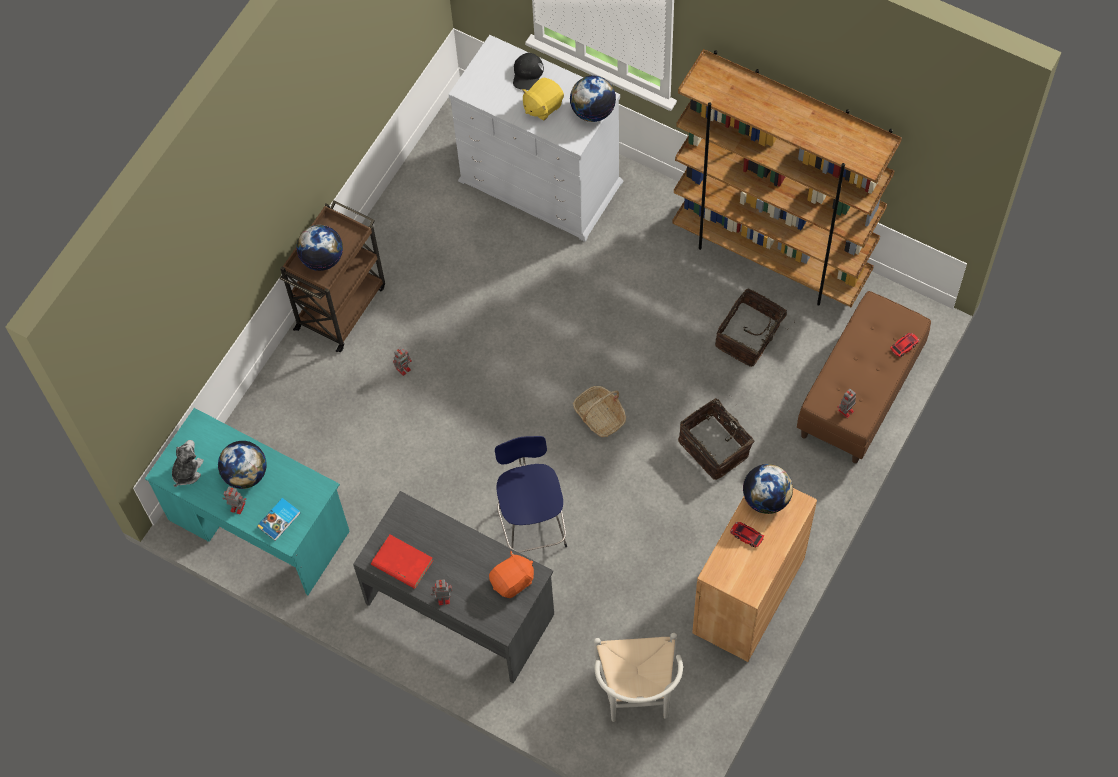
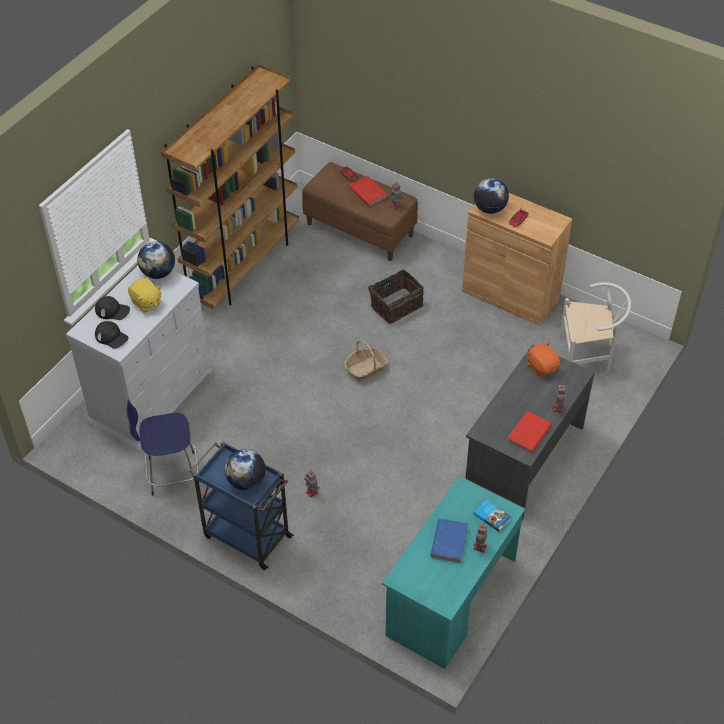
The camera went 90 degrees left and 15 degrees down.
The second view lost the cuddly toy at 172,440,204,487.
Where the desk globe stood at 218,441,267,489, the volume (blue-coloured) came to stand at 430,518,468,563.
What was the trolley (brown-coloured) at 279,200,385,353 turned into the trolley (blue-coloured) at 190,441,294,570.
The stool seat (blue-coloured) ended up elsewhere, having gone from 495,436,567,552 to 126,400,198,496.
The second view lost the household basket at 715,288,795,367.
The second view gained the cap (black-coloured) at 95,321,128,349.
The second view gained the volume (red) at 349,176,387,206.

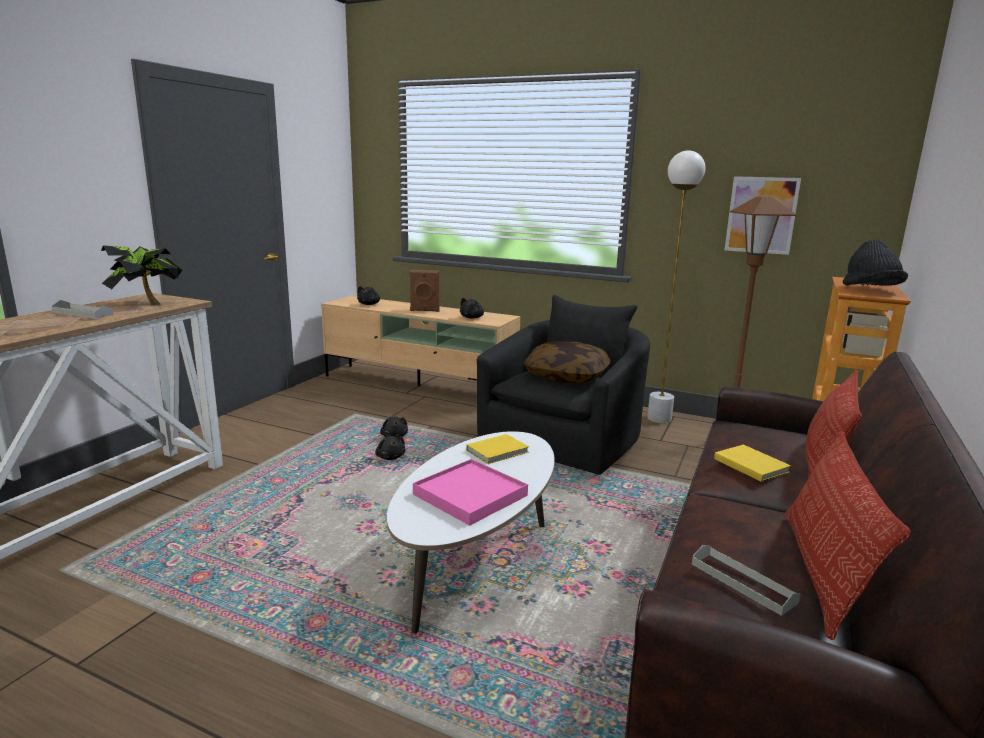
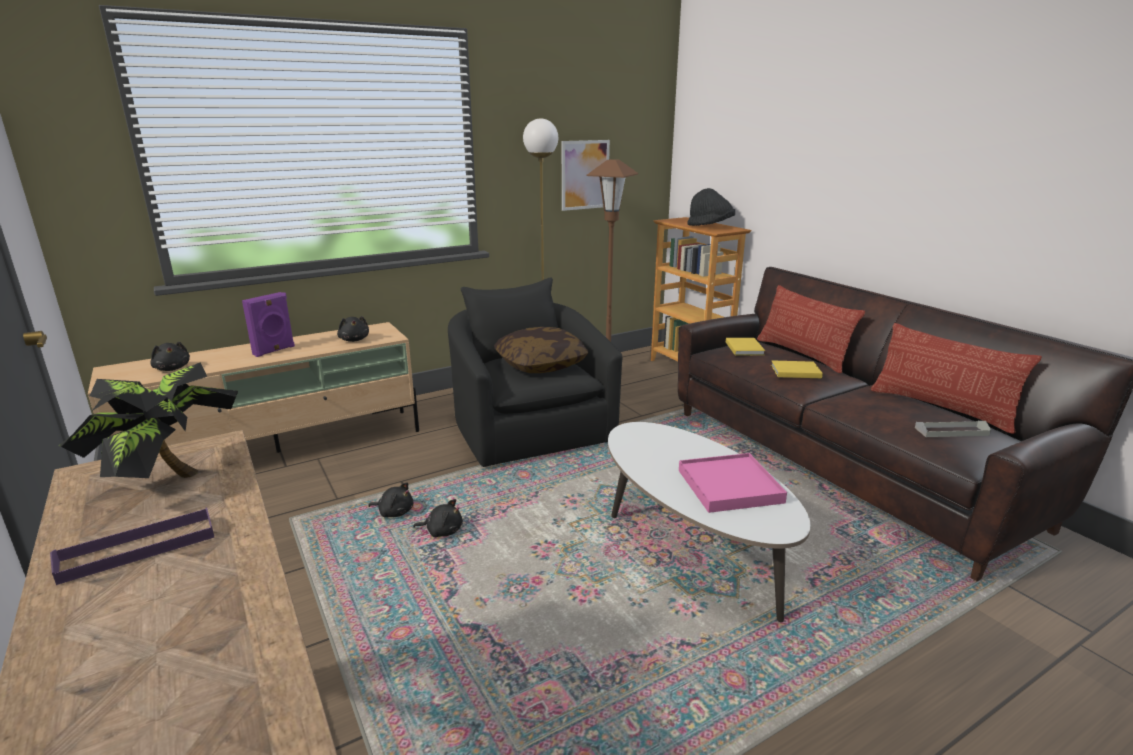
The camera went 55 degrees left and 5 degrees up.
What was the tray (grey) at 52,300,113,318 turned into the tray (purplish) at 50,507,214,585.
What was the loudspeaker (brown-coloured) at 409,270,440,312 turned into the loudspeaker (purplish) at 242,292,295,357.
The volume (yellowish) ended up elsewhere, having gone from 466,434,529,464 to 726,338,765,355.

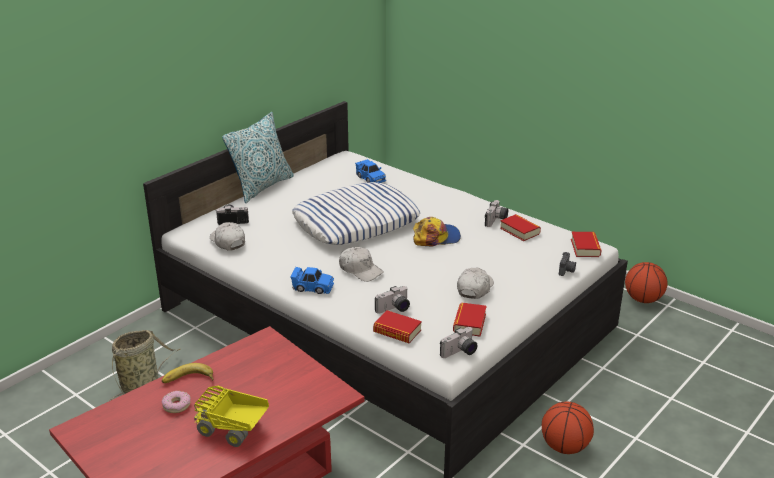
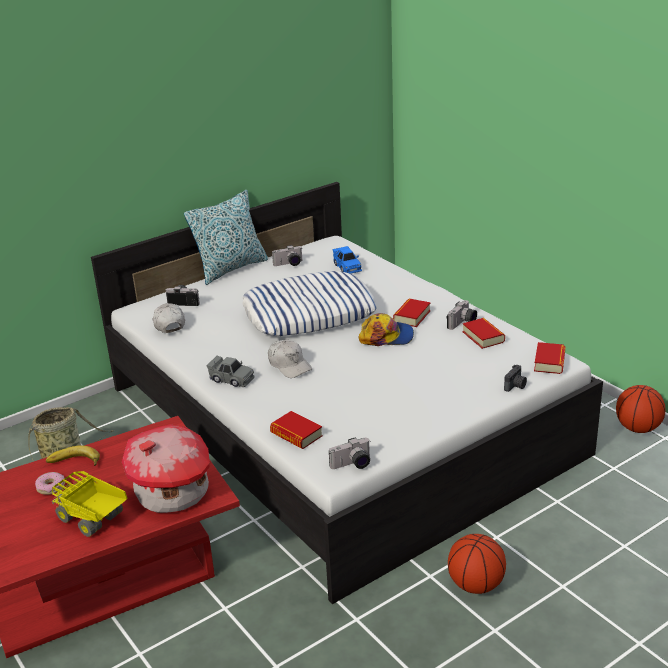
The camera went 15 degrees right and 0 degrees up.
What was the model car (blue-coloured) at 290,267,334,294 turned into the model car (grey) at 207,356,255,387.
The photo camera ended up elsewhere, having gone from 375,286,410,314 to 272,245,303,266.
The volume ended up elsewhere, having gone from 453,303,487,337 to 393,298,431,327.
The second view lost the cap (white) at 457,268,494,299.
The second view gained the miniature house at 122,424,210,513.

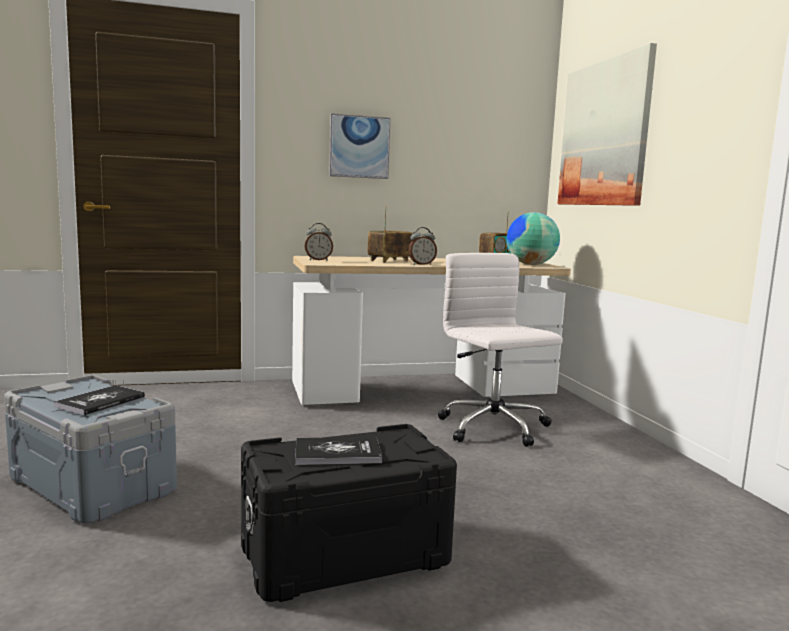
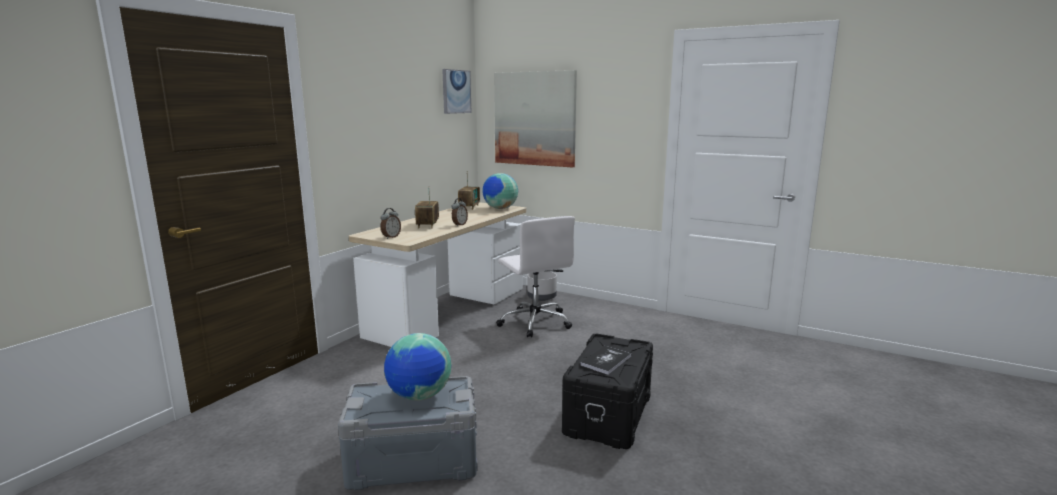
The camera went 45 degrees left and 5 degrees up.
Where the volume stood at 54,385,145,415, the desk globe came to stand at 384,333,451,401.
The wall art ended up elsewhere, having gone from 329,113,390,179 to 442,69,471,114.
The office chair (white) at 438,253,563,447 ended up facing another way, 135 degrees counterclockwise from before.
The second view gained the plant pot (grey) at 527,271,557,301.

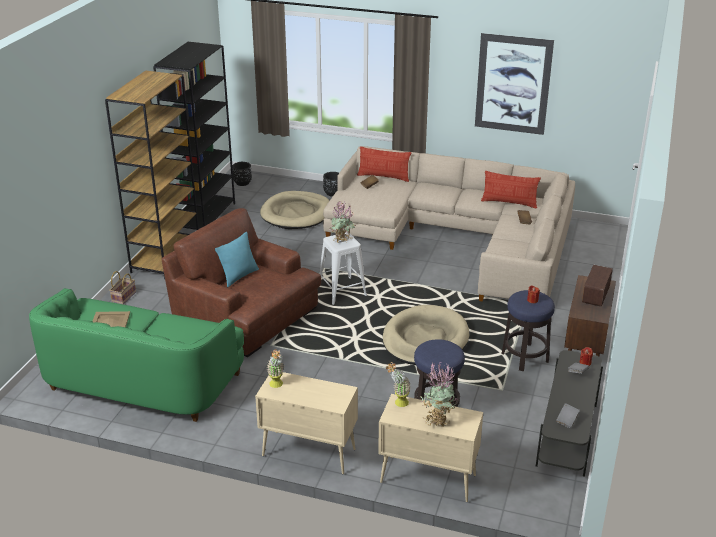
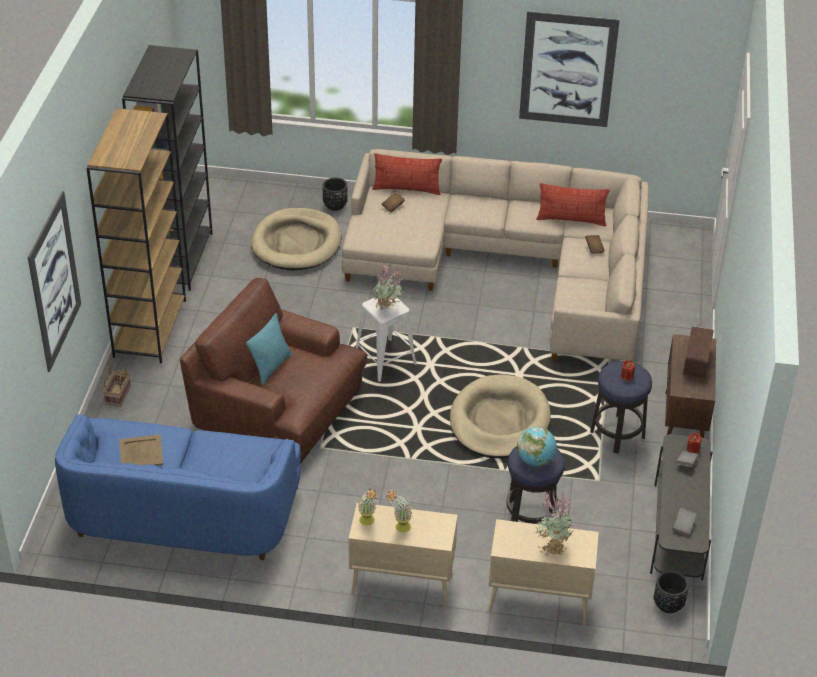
The camera went 10 degrees left and 10 degrees up.
What was the sofa (green-coloured) at 29,288,244,422 turned into the sofa (blue-coloured) at 55,414,301,560.
The plant pot (black-coloured) ended up elsewhere, having gone from 232,162,252,186 to 654,571,689,613.
The houseplant ended up elsewhere, having gone from 386,362,410,407 to 386,490,412,533.
The second view gained the wall art at 28,191,81,372.
The second view gained the desk globe at 517,427,557,467.

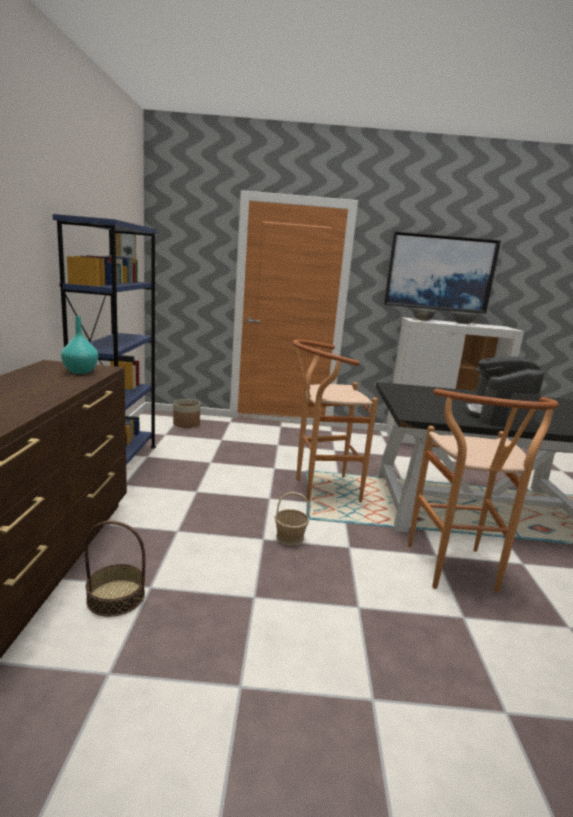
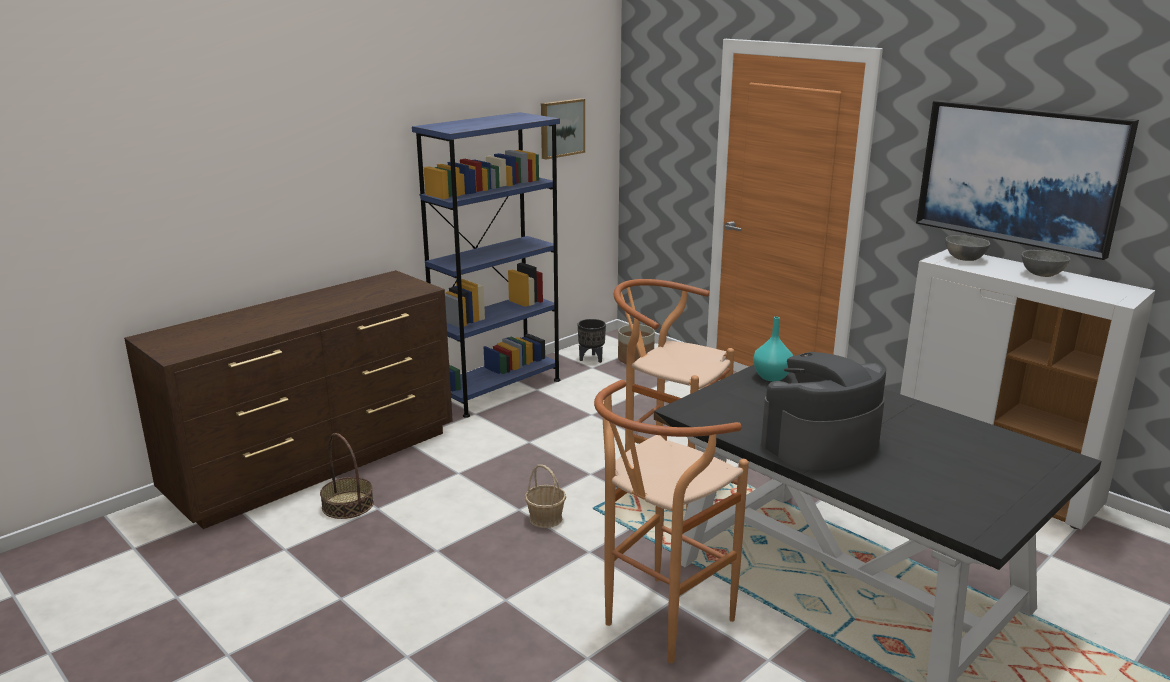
The camera went 45 degrees right and 5 degrees up.
The vase (blue-green) ended up elsewhere, having gone from 61,316,98,374 to 753,317,793,381.
The second view gained the plant pot (black-coloured) at 578,319,606,363.

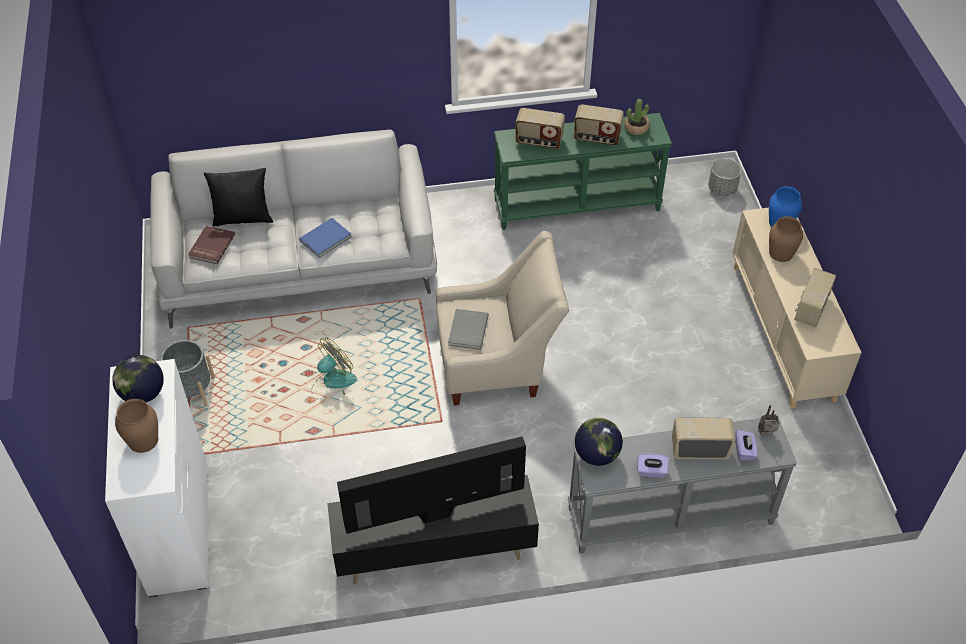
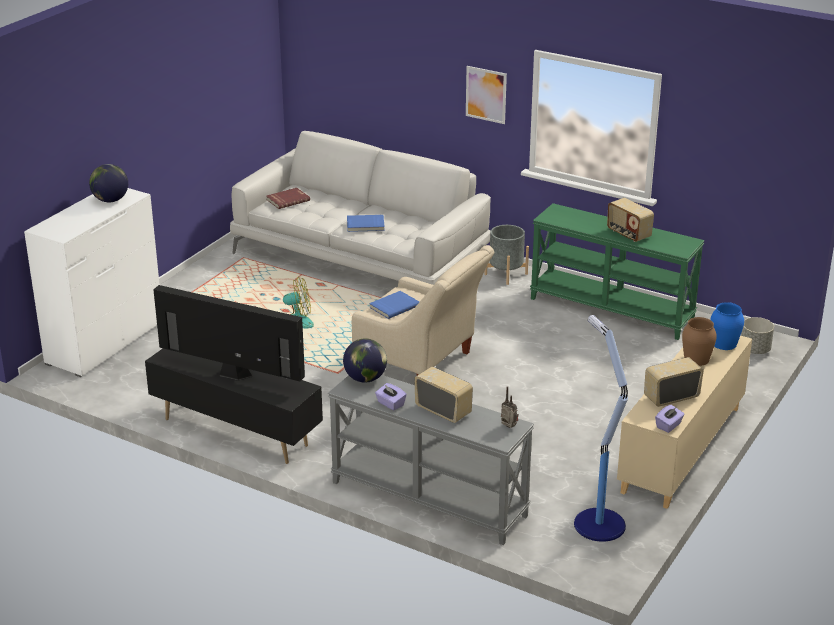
The camera went 40 degrees right and 20 degrees down.
The second view lost the vase (brown-coloured) at 115,399,158,453.
The plant pot (grey) ended up elsewhere, having gone from 161,340,215,407 to 484,225,529,285.
The second view lost the cushion (black-coloured) at 204,168,273,226.
What was the volume (grey) at 448,309,489,350 turned into the volume (blue-coloured) at 369,291,419,319.
The second view lost the radio set at 515,108,565,149.
The second view lost the houseplant at 624,99,650,135.
The tissue holder (purplish) ended up elsewhere, having gone from 735,430,758,461 to 655,405,685,433.
The second view gained the wall art at 466,66,507,124.
The second view gained the floor lamp at 574,315,628,542.

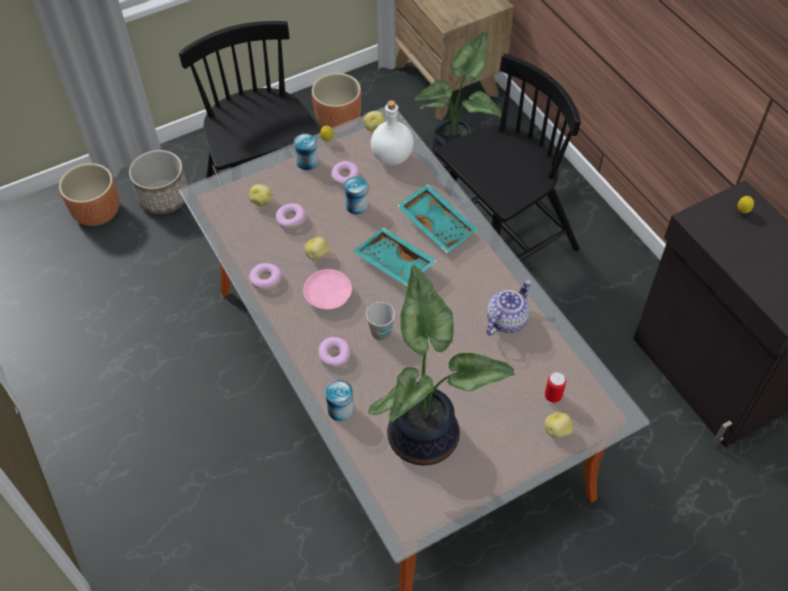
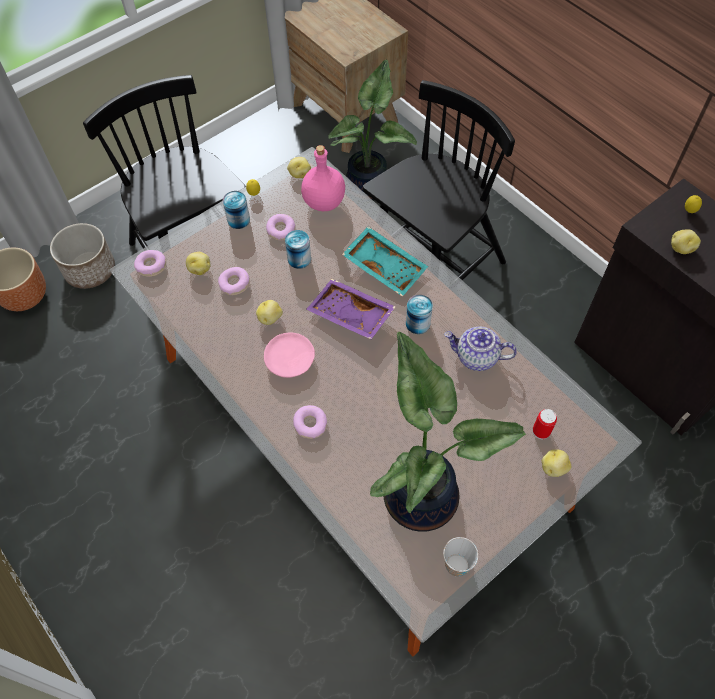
The camera went 10 degrees left and 5 degrees up.
The doughnut ended up elsewhere, having gone from 249,263,282,290 to 134,250,166,277.
The second view lost the plant pot (brown-coloured) at 312,73,361,128.
The metal can ended up elsewhere, having gone from 325,380,354,421 to 406,295,433,334.
What was the tray (blue-green) at 353,228,437,286 turned into the tray (purplish) at 306,279,396,339.
The cup ended up elsewhere, having gone from 366,302,395,341 to 443,537,478,577.
What was the bottle (white) at 371,100,414,165 turned into the bottle (pink) at 301,145,345,211.
The tea pot at 486,280,531,336 ended up facing another way, 105 degrees counterclockwise from before.
The second view gained the whole potato at 671,229,701,254.

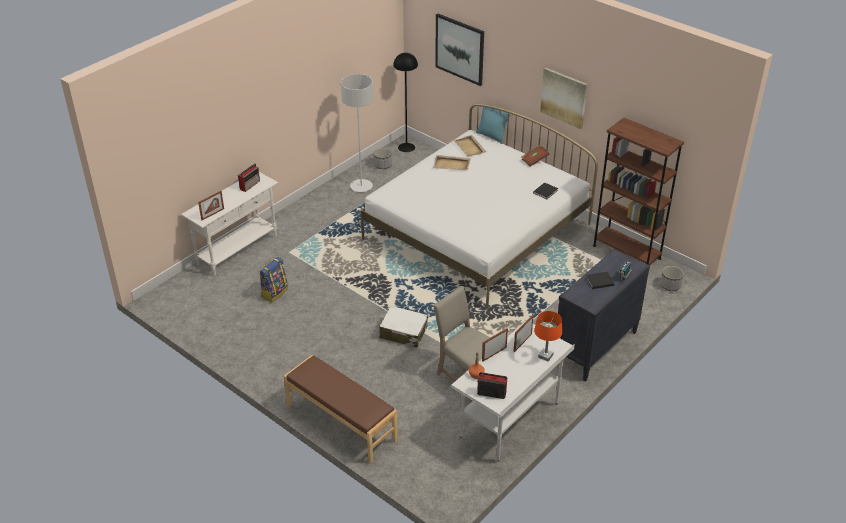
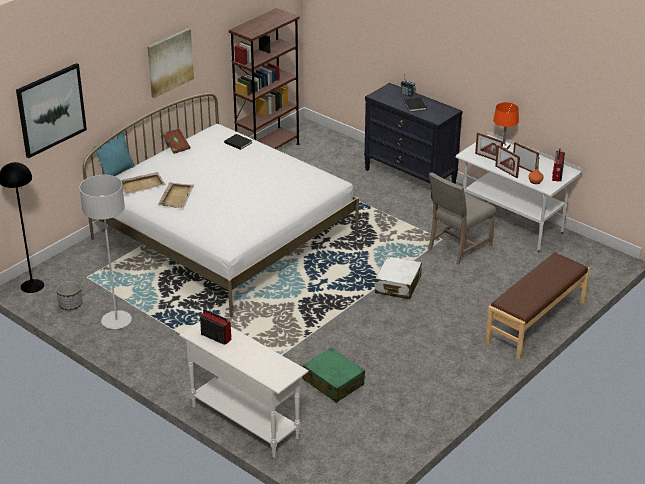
The camera went 90 degrees left and 5 degrees down.
The standing frame ended up elsewhere, having gone from 198,191,224,220 to 513,142,539,172.
Where the rucksack stood at 259,257,288,302, the piece of luggage (green-coloured) came to stand at 303,347,365,403.
The second view lost the plant pot at 660,266,684,291.

